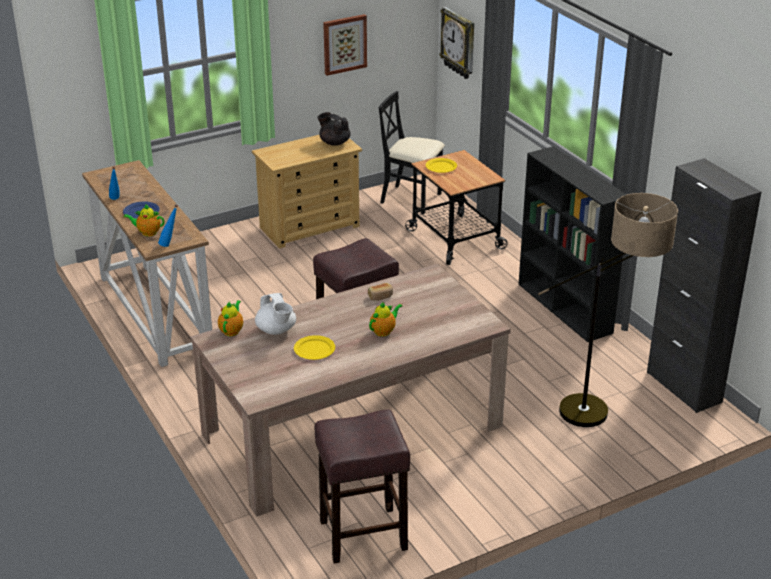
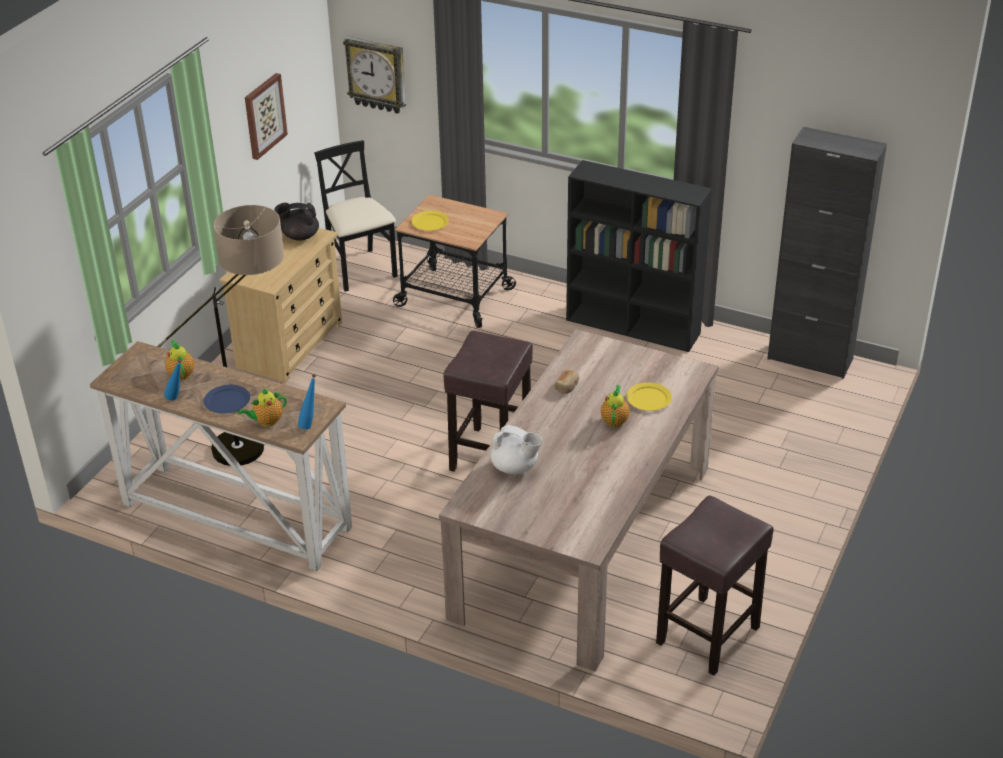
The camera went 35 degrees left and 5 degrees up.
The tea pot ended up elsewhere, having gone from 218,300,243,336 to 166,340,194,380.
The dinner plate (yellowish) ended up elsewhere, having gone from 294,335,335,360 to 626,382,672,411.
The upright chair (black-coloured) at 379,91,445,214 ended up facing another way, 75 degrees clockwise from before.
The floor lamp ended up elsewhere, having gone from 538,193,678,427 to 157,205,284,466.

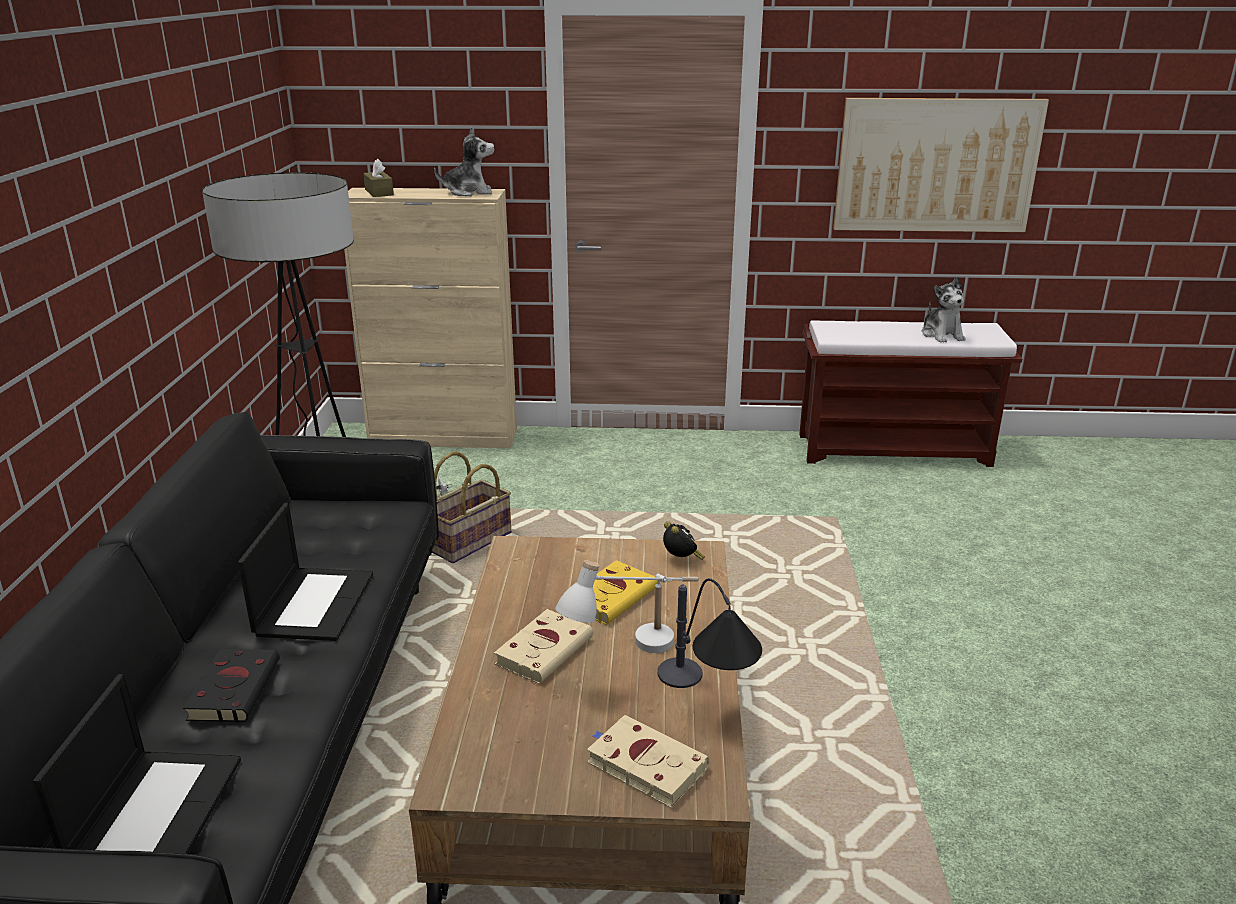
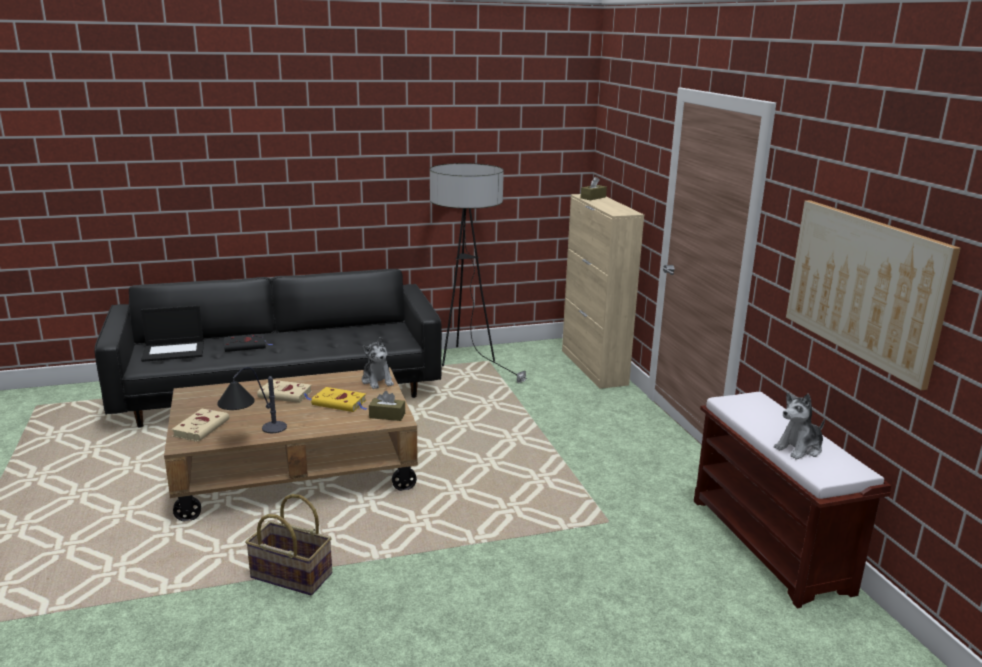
The camera went 70 degrees right and 5 degrees down.
The second view lost the portable computer at 238,503,373,641.
The household basket ended up elsewhere, having gone from 432,452,511,563 to 245,494,332,596.
The cuddly toy ended up elsewhere, having gone from 434,126,495,196 to 362,337,394,389.
The second view lost the lamp for a table (white) at 555,560,699,653.
Where the alarm clock stood at 663,521,705,560, the tissue holder (brown-coloured) came to stand at 369,391,405,421.

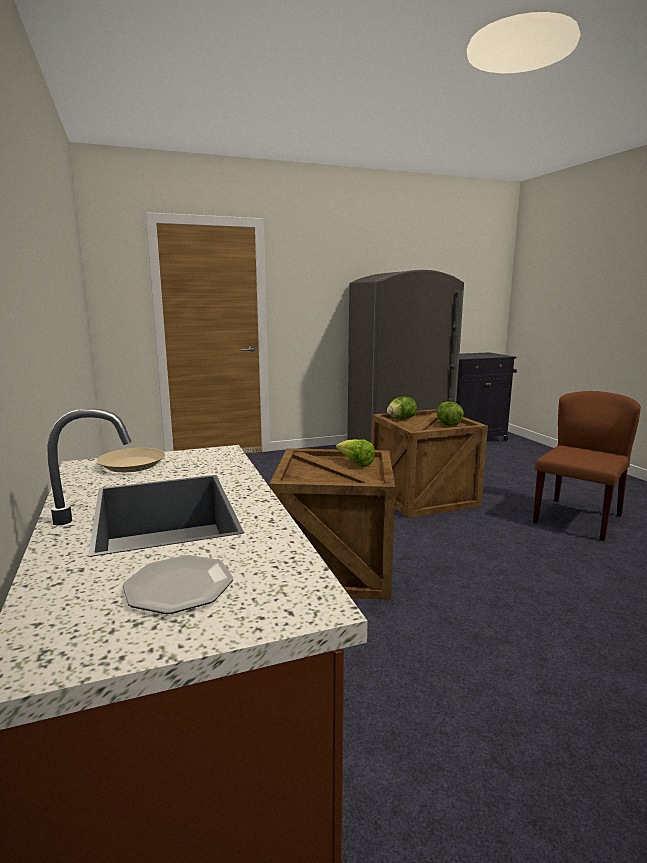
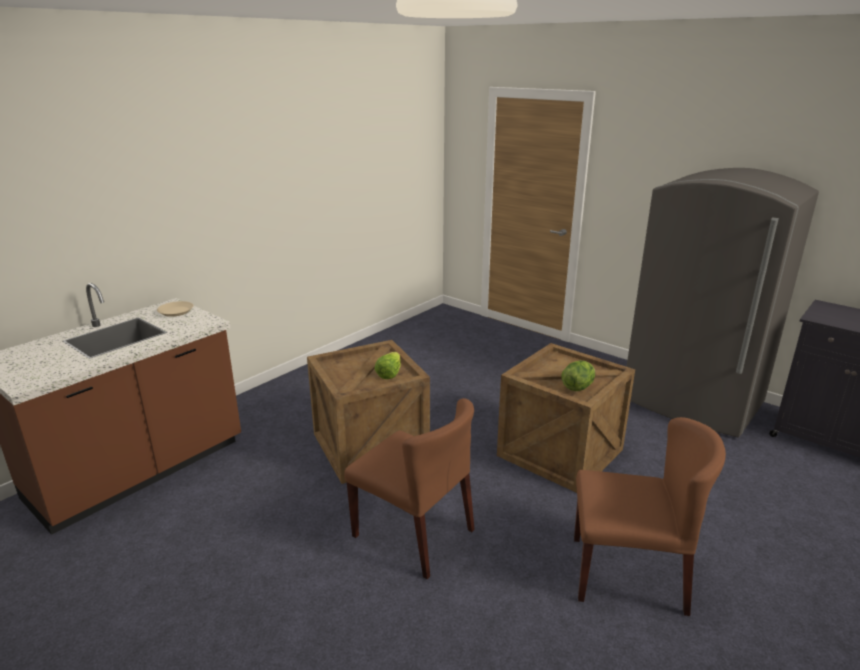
The camera went 60 degrees right and 10 degrees up.
The second view lost the dinner plate at 123,555,233,614.
The second view lost the lettuce head at 387,397,417,420.
The second view gained the upright chair (brown-coloured) at 344,398,475,579.

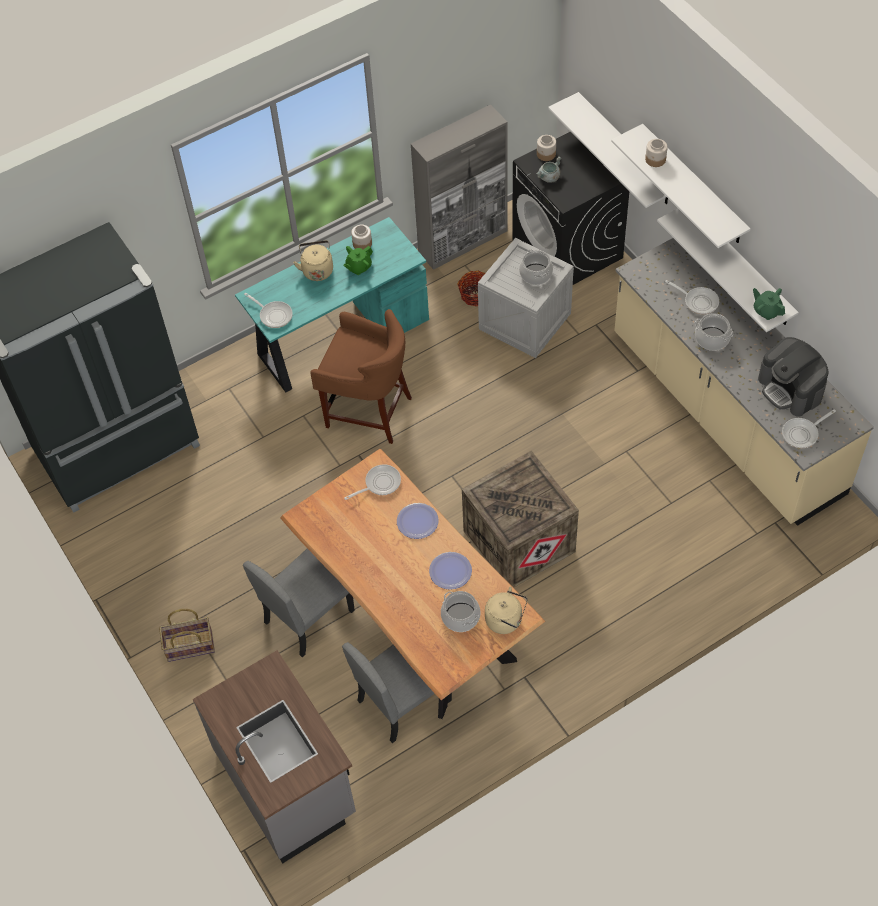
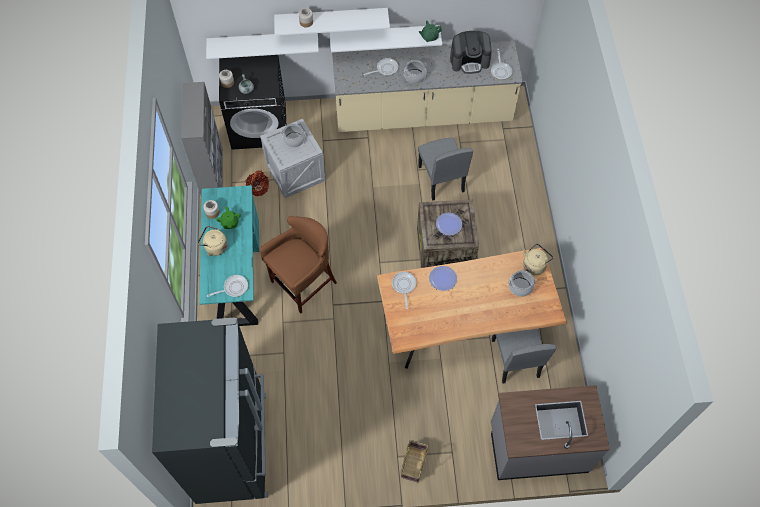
The camera went 65 degrees left and 5 degrees up.
The upright chair (grey) ended up elsewhere, having gone from 243,548,355,657 to 418,138,473,201.
The dinner plate ended up elsewhere, having gone from 429,552,472,590 to 436,213,462,236.

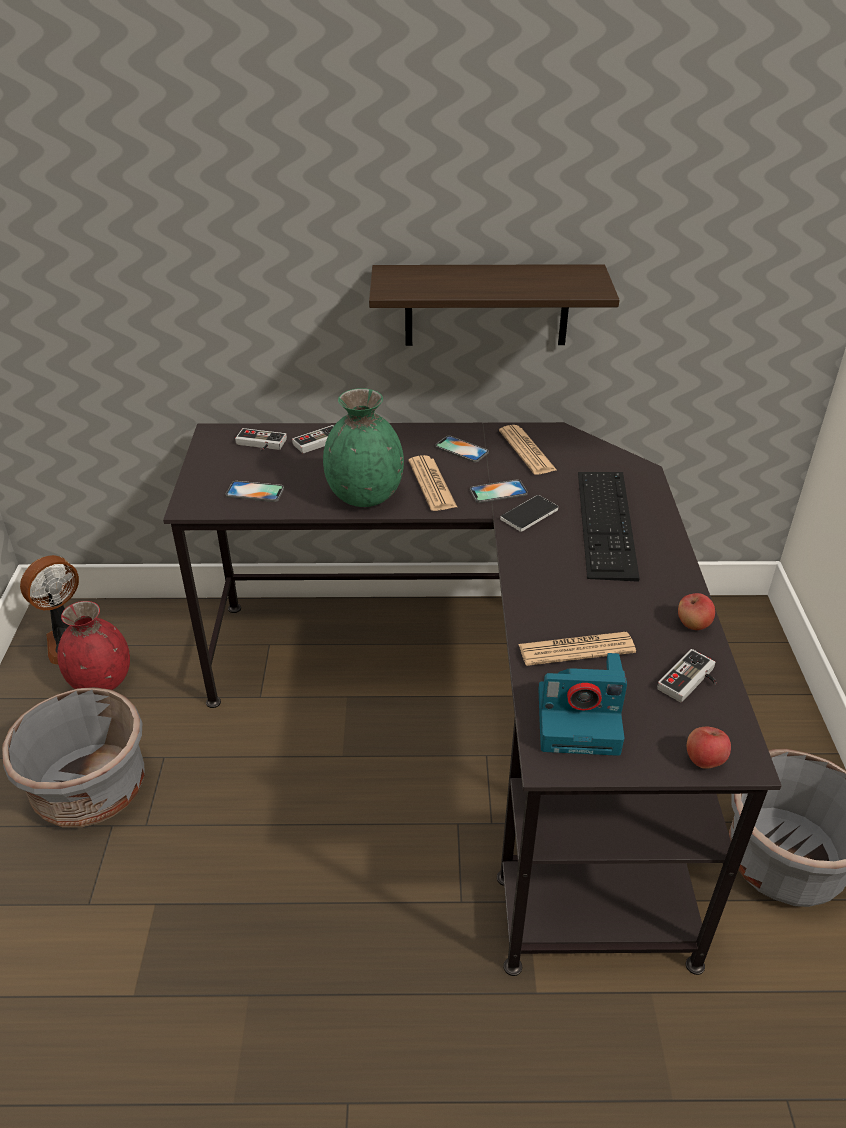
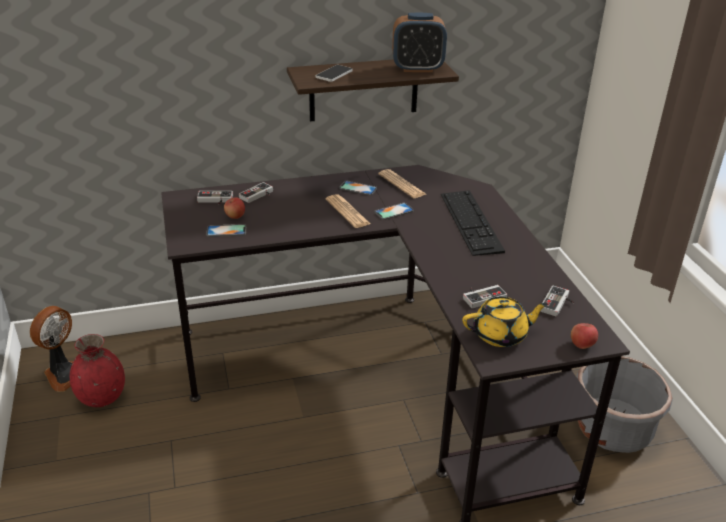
The camera went 15 degrees left and 5 degrees down.
The second view lost the plant pot (grey) at 2,687,145,828.
The second view lost the vase (green-coloured) at 323,388,404,507.
The handset ended up elsewhere, having gone from 500,495,558,532 to 316,65,352,82.
Where the printed paper stood at 518,632,636,666, the gamepad came to stand at 463,285,507,308.
Where the photo camera stood at 538,653,627,756, the tea pot (yellowish) came to stand at 462,297,548,347.
The whole apple ended up elsewhere, having gone from 678,593,715,630 to 224,197,245,219.
The second view gained the alarm clock at 392,13,447,72.

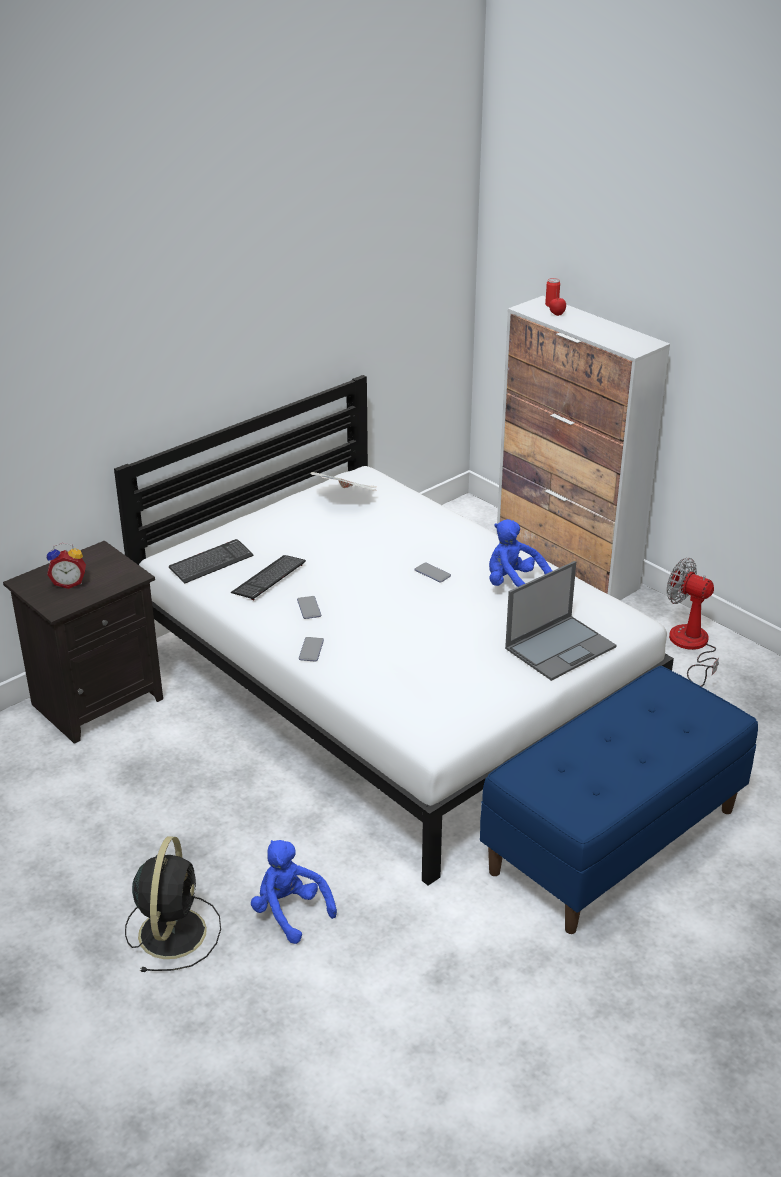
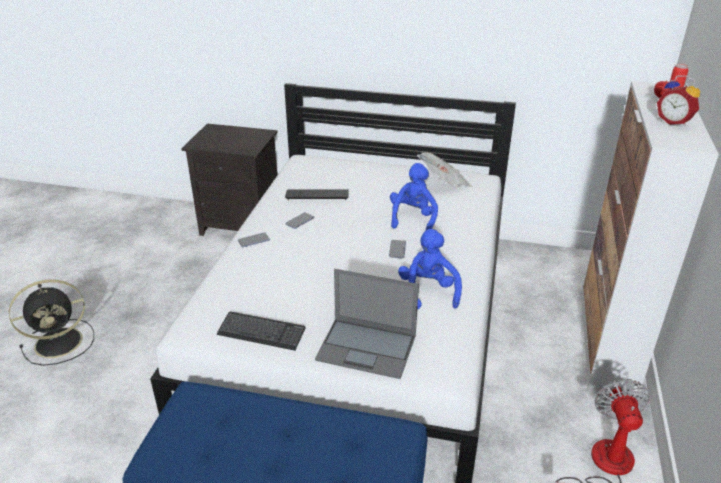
The camera went 55 degrees right and 0 degrees up.
The alarm clock ended up elsewhere, having gone from 47,543,86,589 to 657,75,700,127.
The keyboard ended up elsewhere, having gone from 169,539,254,584 to 217,312,305,351.
The cuddly toy (blue-coloured) ended up elsewhere, having gone from 251,840,337,944 to 390,163,438,230.

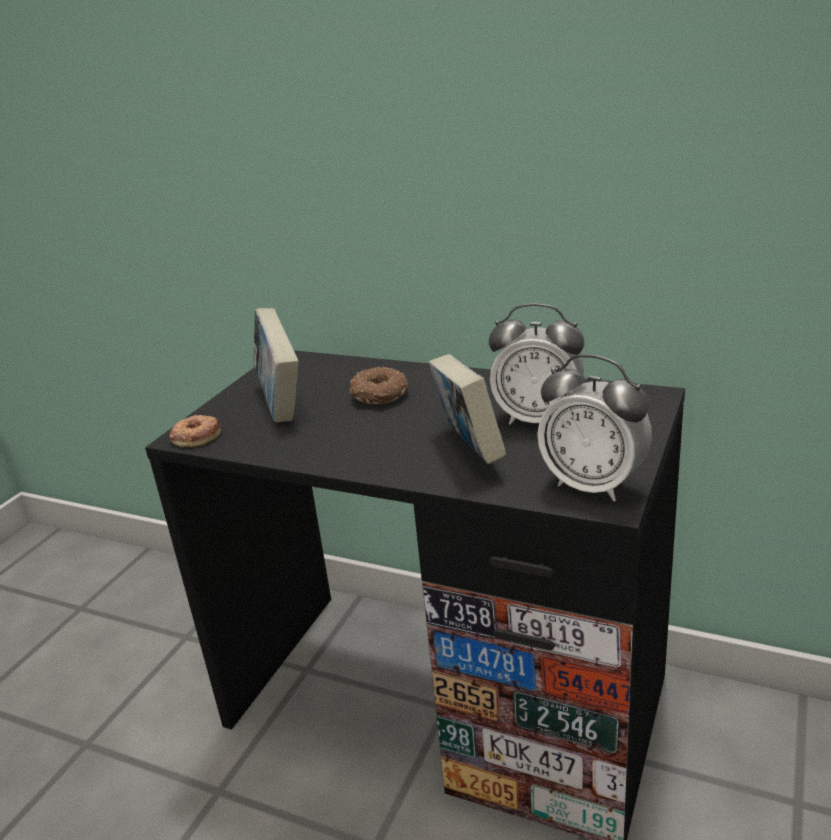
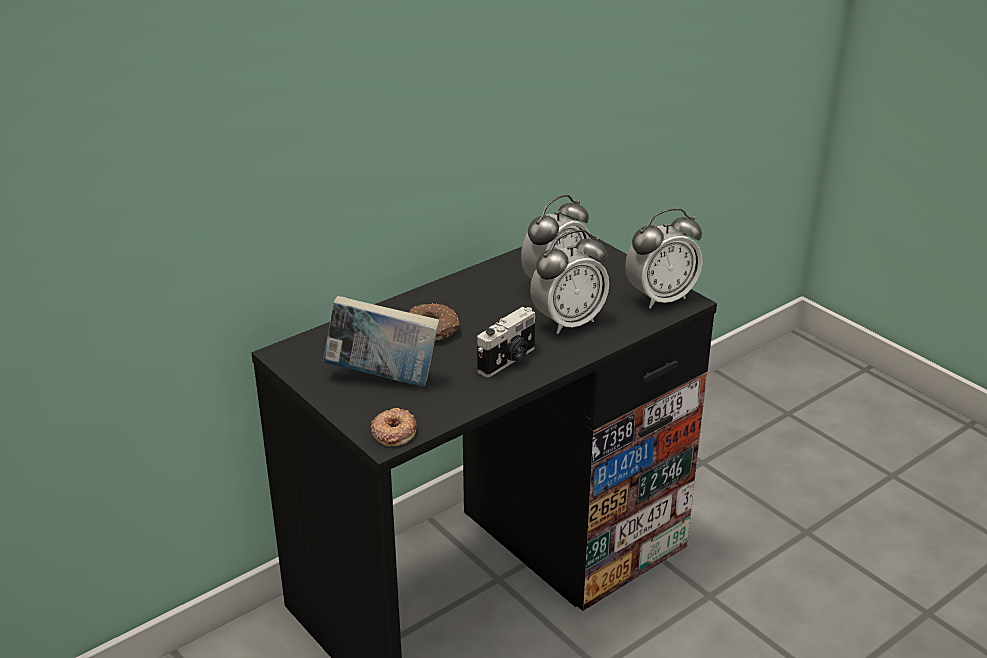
The camera went 65 degrees left and 5 degrees up.
Where the volume stood at 429,354,506,464, the alarm clock came to stand at 530,230,609,334.
The second view gained the photo camera at 477,307,535,377.

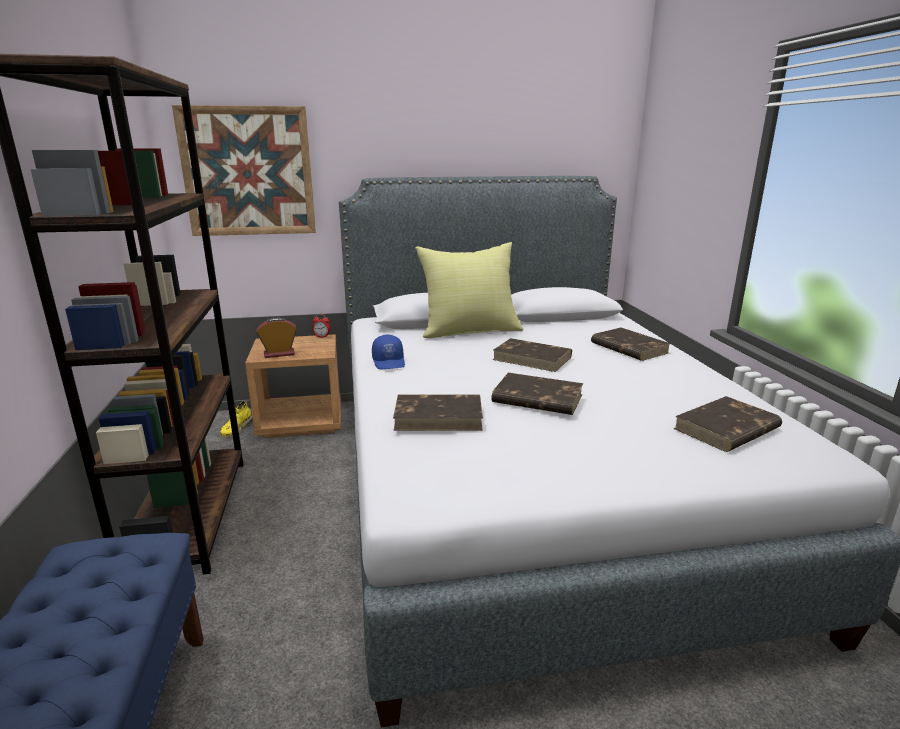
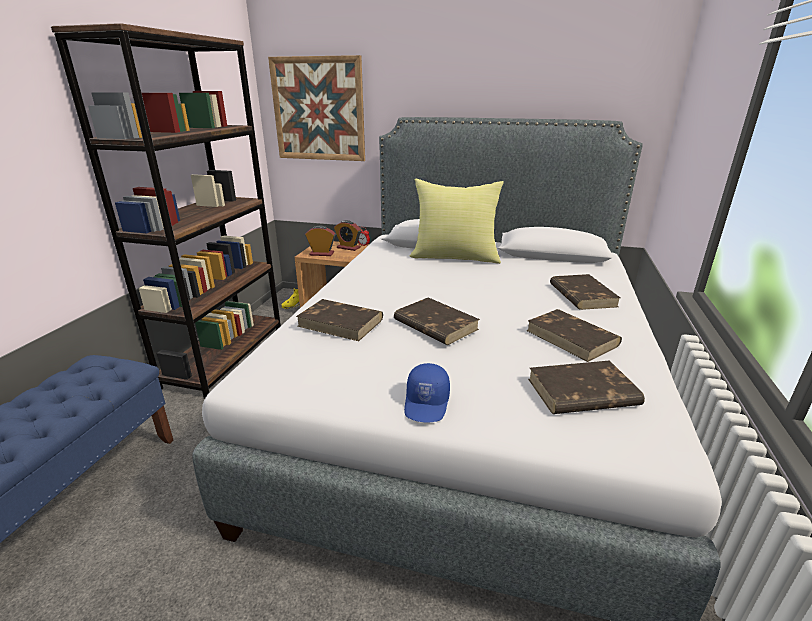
The camera went 25 degrees right and 5 degrees up.
The cap (blue-coloured) ended up elsewhere, having gone from 372,335,405,369 to 404,363,450,423.
The volume (brown-coloured) ended up elsewhere, having gone from 493,338,572,372 to 526,309,622,362.
The second view gained the alarm clock at 334,220,361,251.

